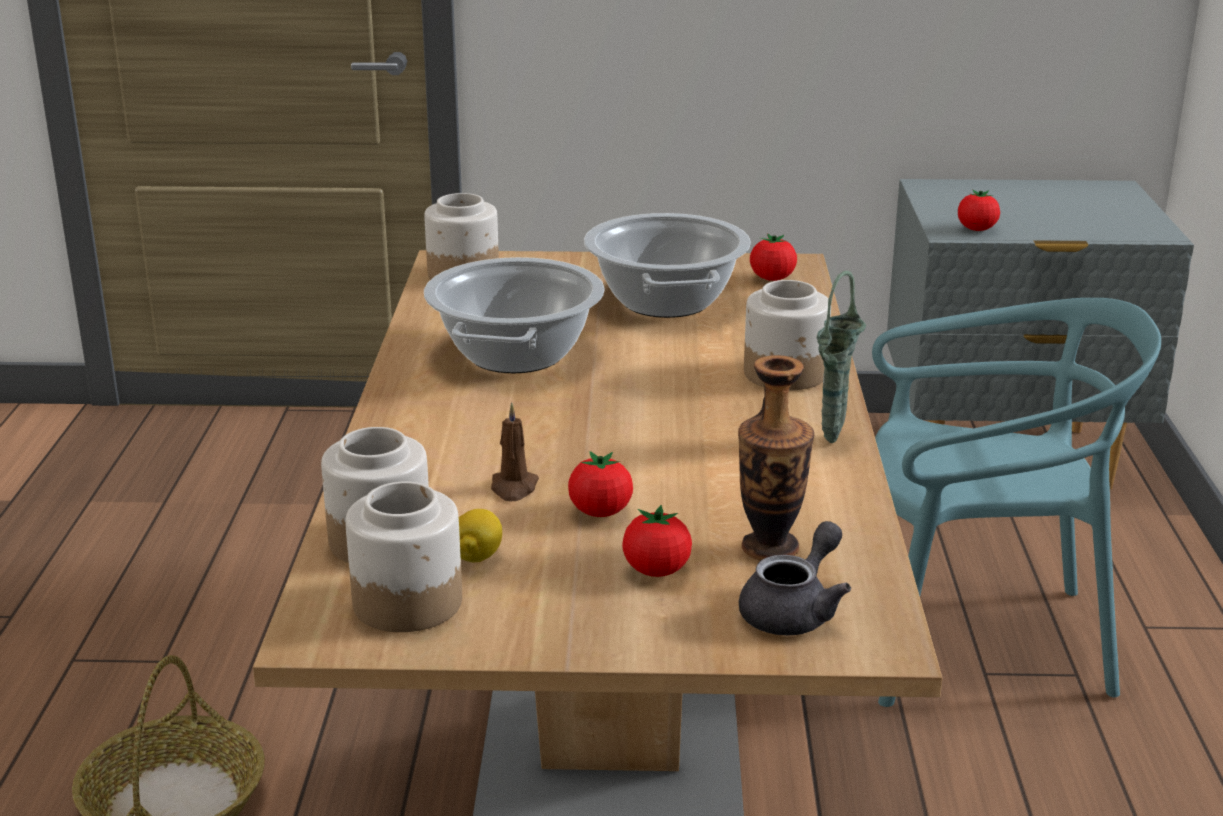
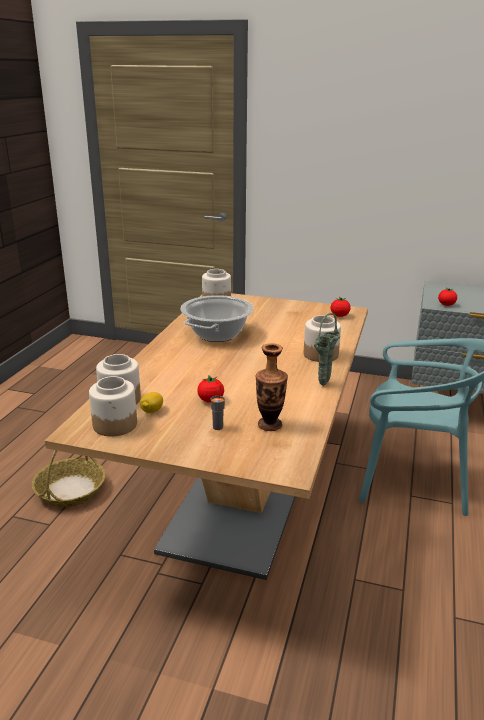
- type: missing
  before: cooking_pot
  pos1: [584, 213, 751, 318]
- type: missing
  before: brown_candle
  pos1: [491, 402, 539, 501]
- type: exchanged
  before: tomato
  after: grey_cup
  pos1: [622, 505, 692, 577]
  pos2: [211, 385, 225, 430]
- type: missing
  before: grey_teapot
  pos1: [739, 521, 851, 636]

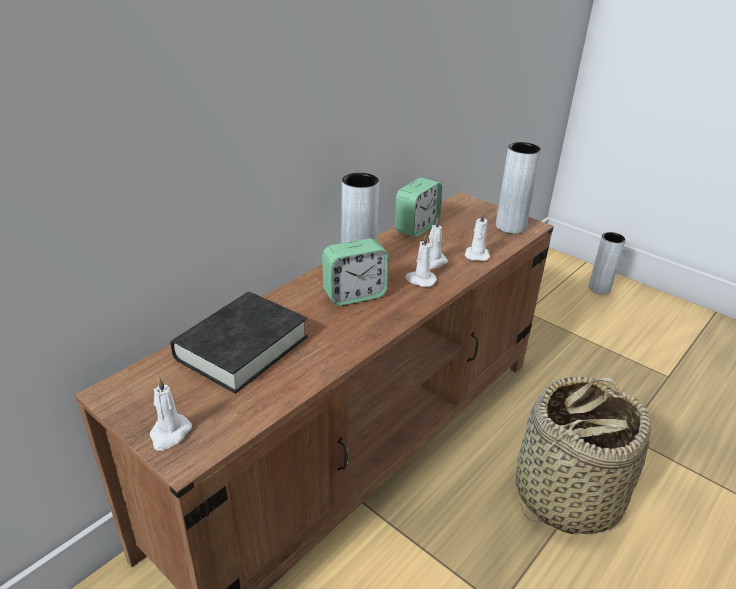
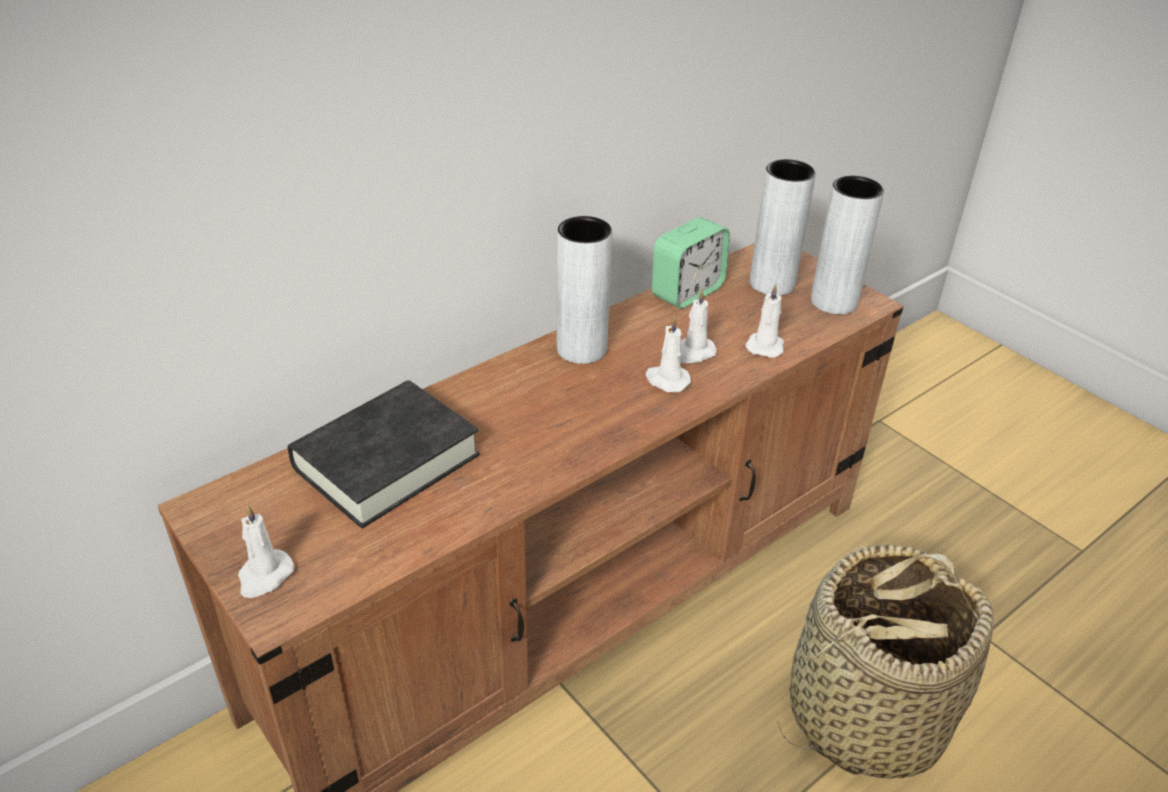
- type: relocated
  before: grey_vase
  pos1: [588, 232, 626, 294]
  pos2: [750, 159, 816, 295]
- type: missing
  before: alarm_clock
  pos1: [322, 238, 389, 306]

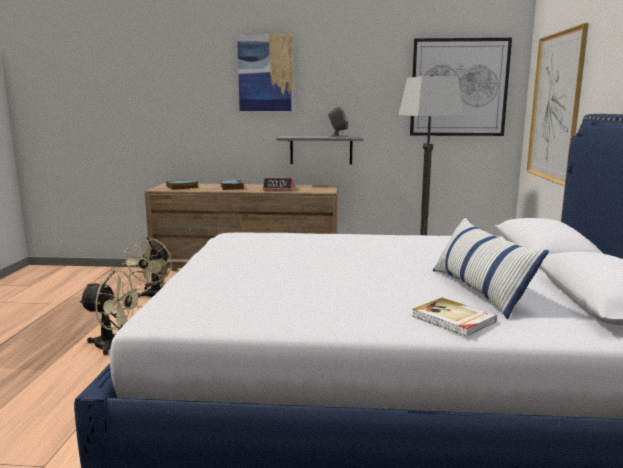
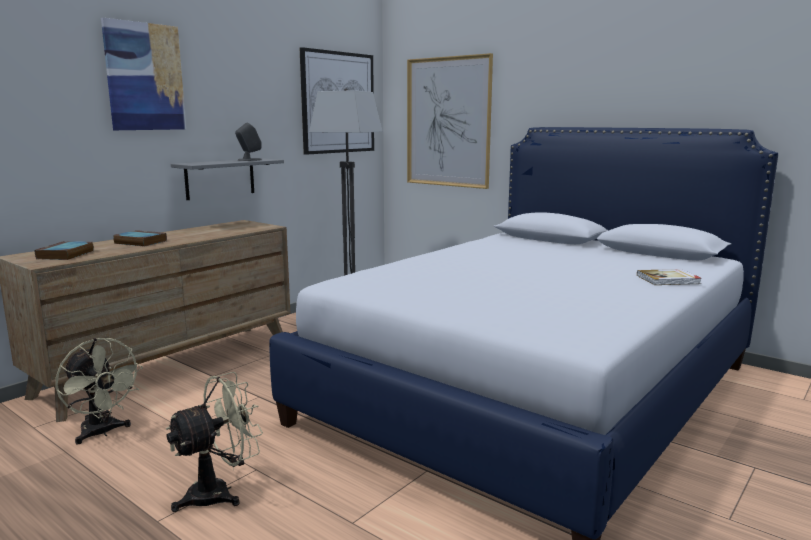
- type: missing
  before: alarm_clock
  pos1: [263, 178, 295, 191]
- type: missing
  before: pillow
  pos1: [433, 217, 549, 319]

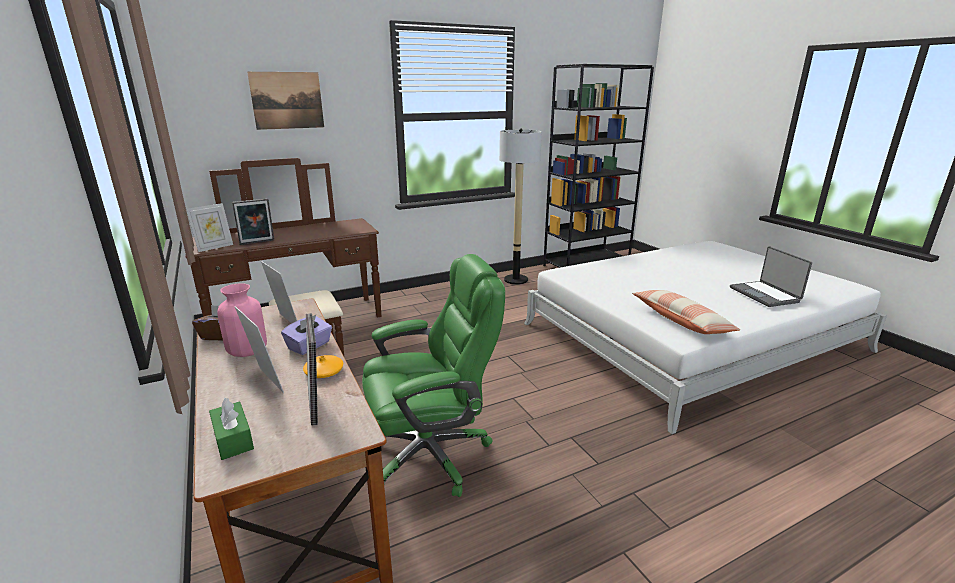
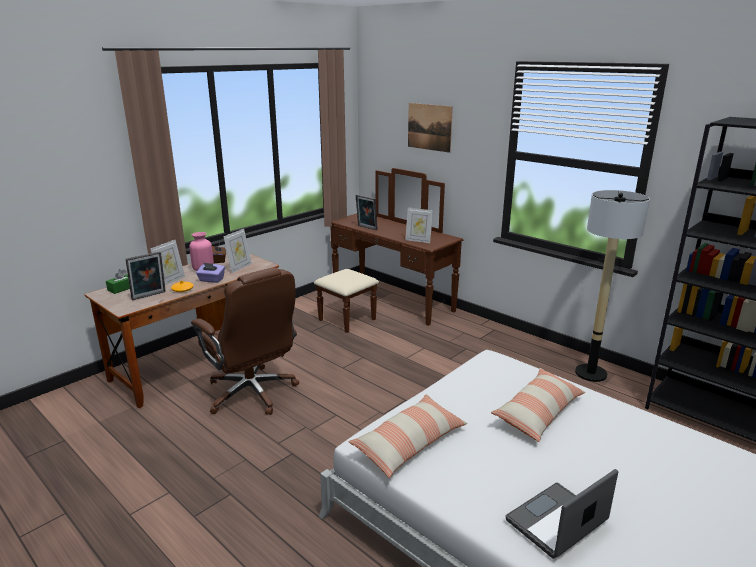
- type: relocated
  before: picture_frame
  pos1: [186, 203, 233, 252]
  pos2: [405, 208, 433, 243]
- type: colour
  before: green_office_chair
  after: brown_office_chair
  pos1: [362, 254, 505, 497]
  pos2: [191, 267, 299, 415]
- type: appeared
  after: pillow
  pos2: [491, 368, 585, 442]

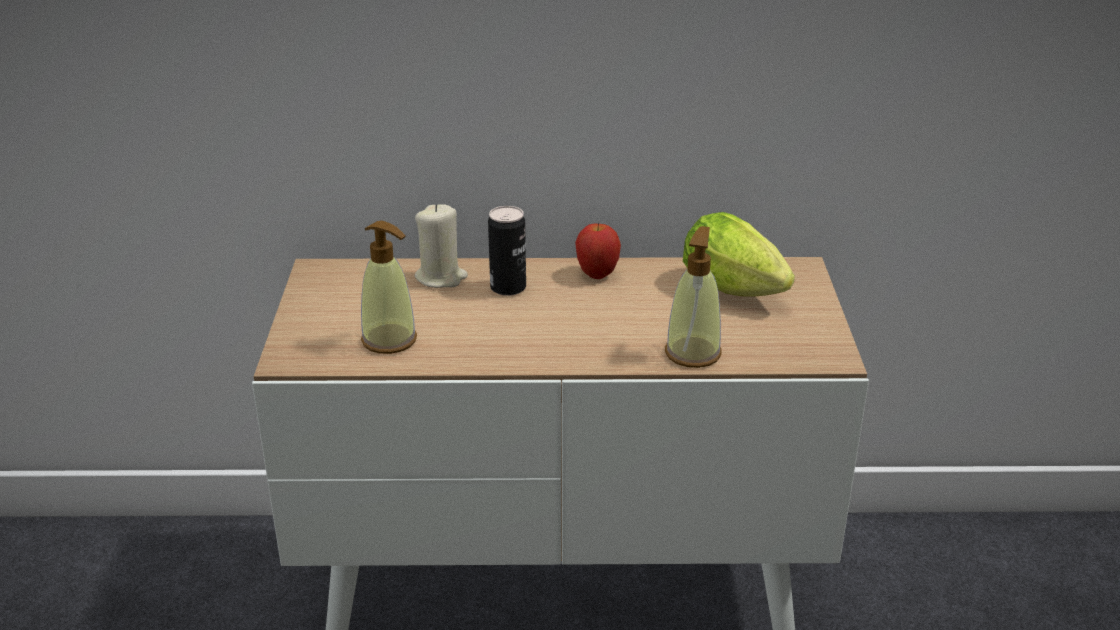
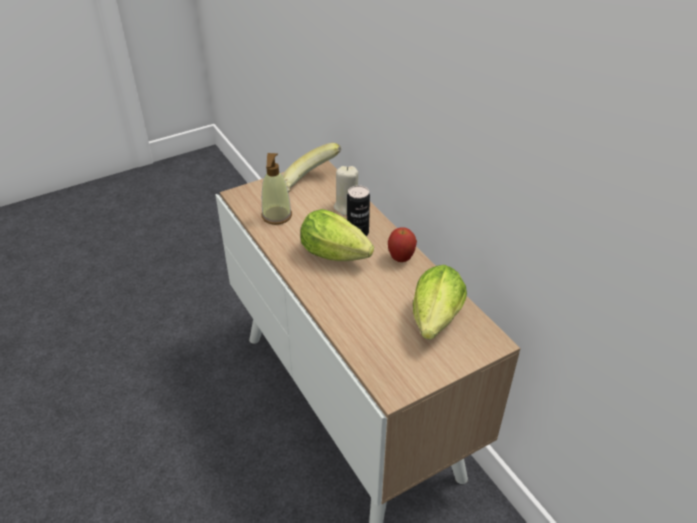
- type: missing
  before: soap_dispenser
  pos1: [665, 226, 722, 368]
- type: appeared
  after: banana
  pos2: [282, 143, 341, 193]
- type: appeared
  after: lettuce
  pos2: [300, 209, 374, 261]

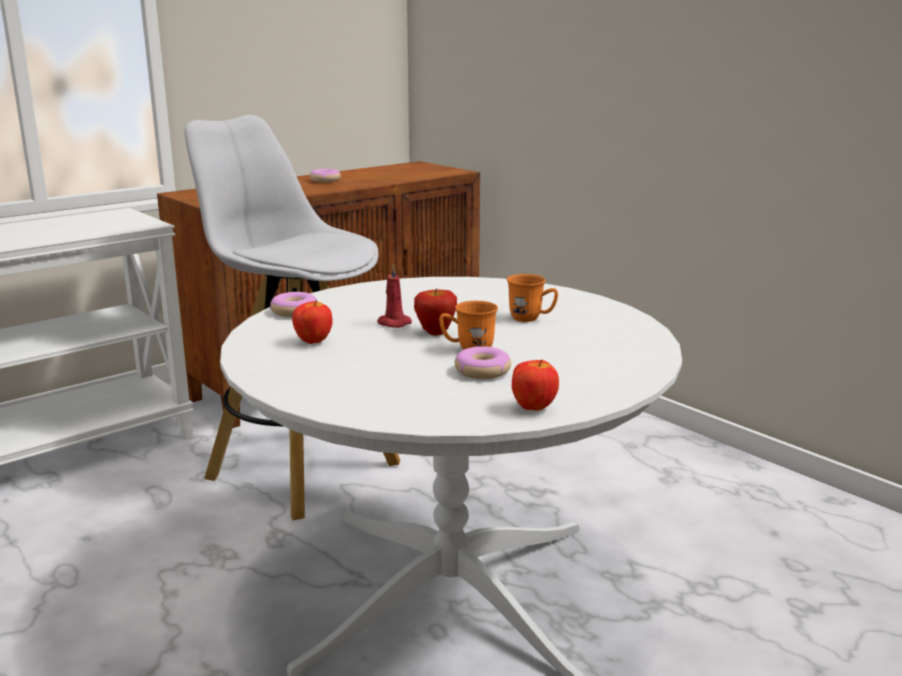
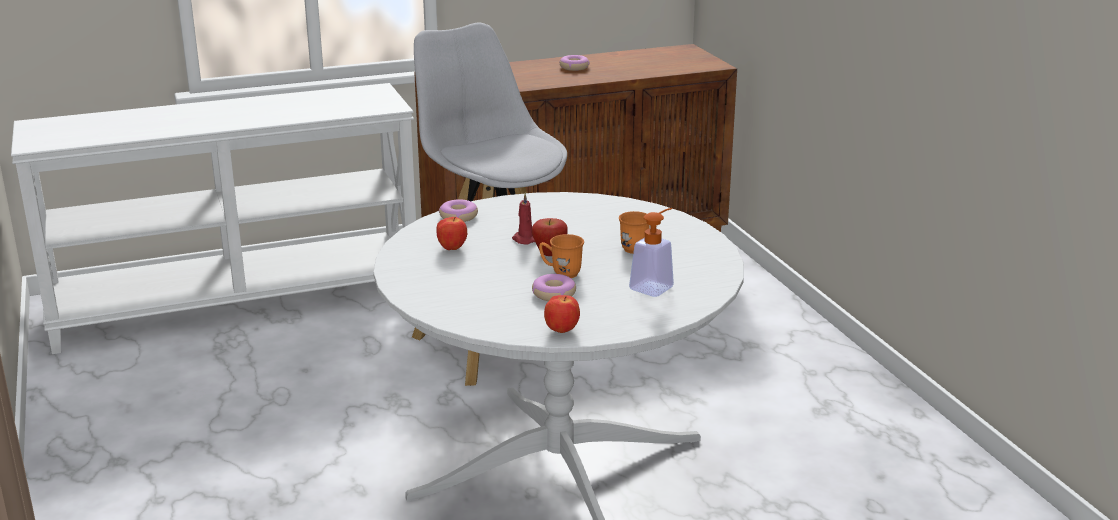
- type: appeared
  after: soap_dispenser
  pos2: [629, 208, 674, 297]

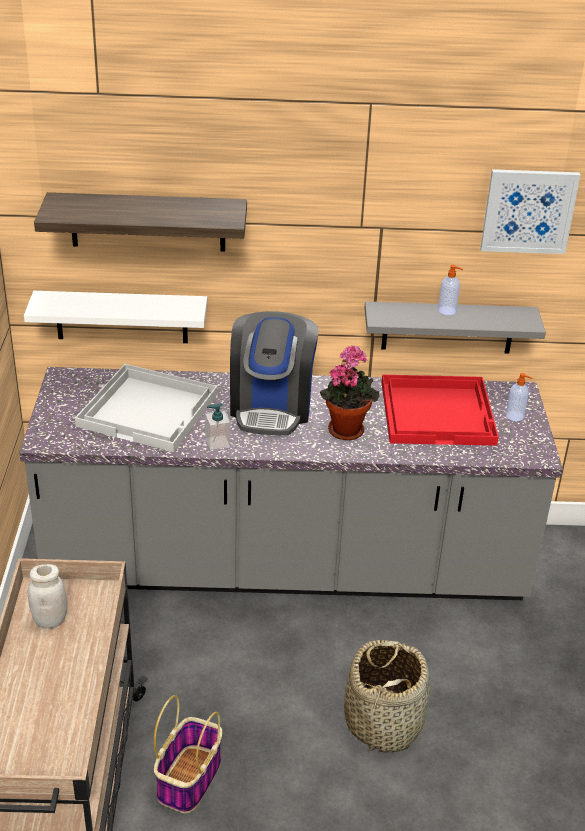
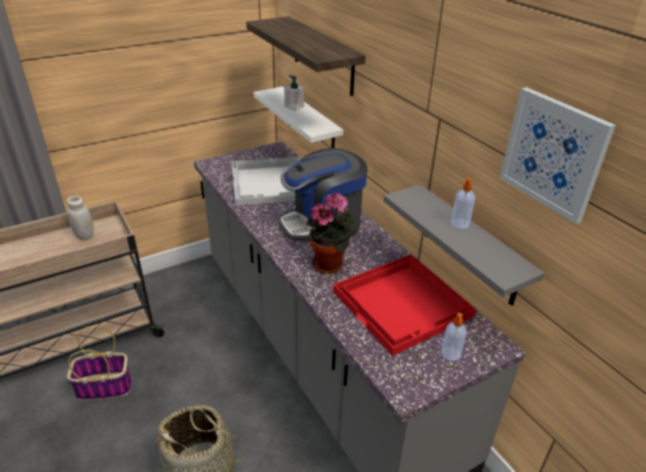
- type: relocated
  before: soap_dispenser
  pos1: [205, 403, 231, 450]
  pos2: [284, 75, 304, 111]

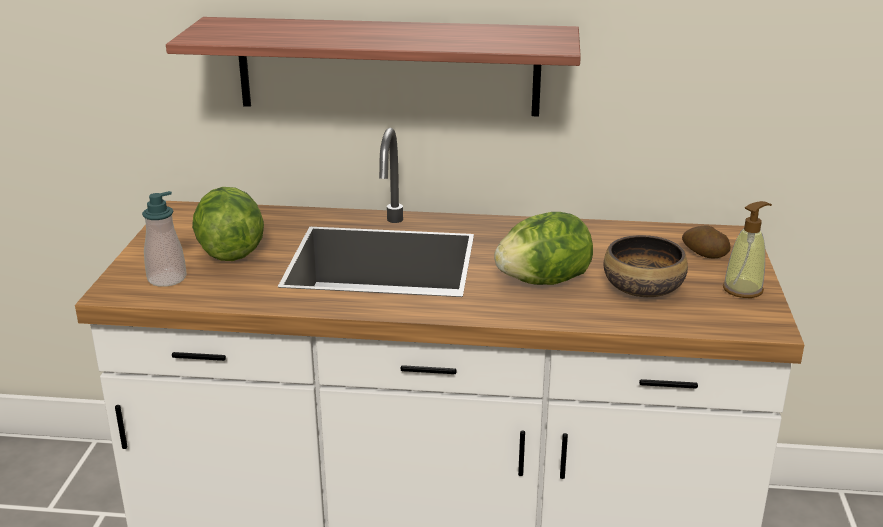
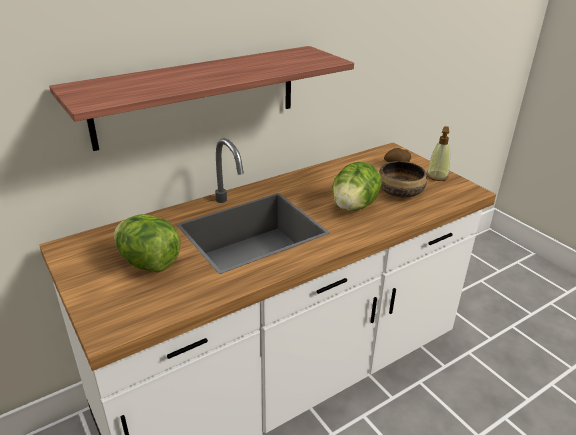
- type: missing
  before: soap_dispenser
  pos1: [142, 191, 187, 287]

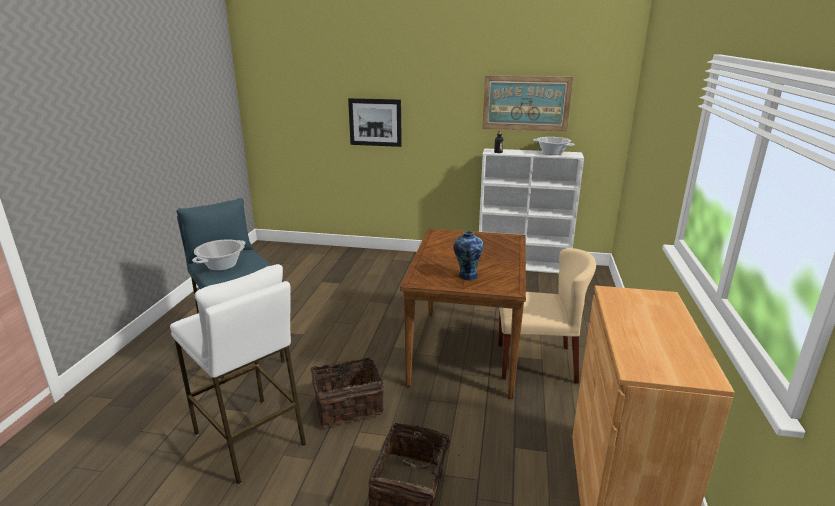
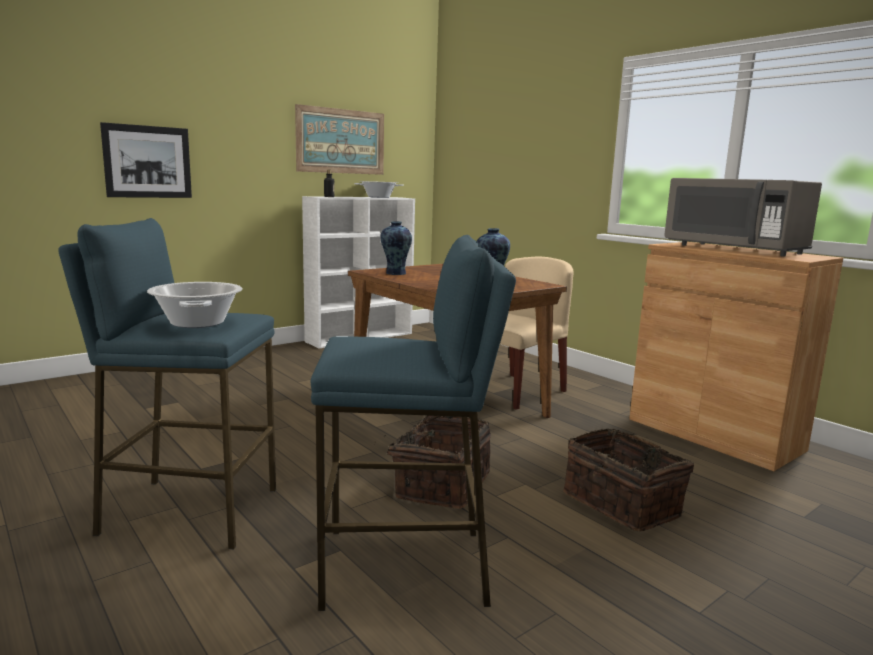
- type: colour
  before: white_stool
  after: blue_stool
  pos1: [170, 264, 306, 485]
  pos2: [310, 235, 516, 611]
- type: appeared
  after: grey_microwave
  pos2: [664, 178, 822, 257]
- type: appeared
  after: vase
  pos2: [380, 221, 412, 275]

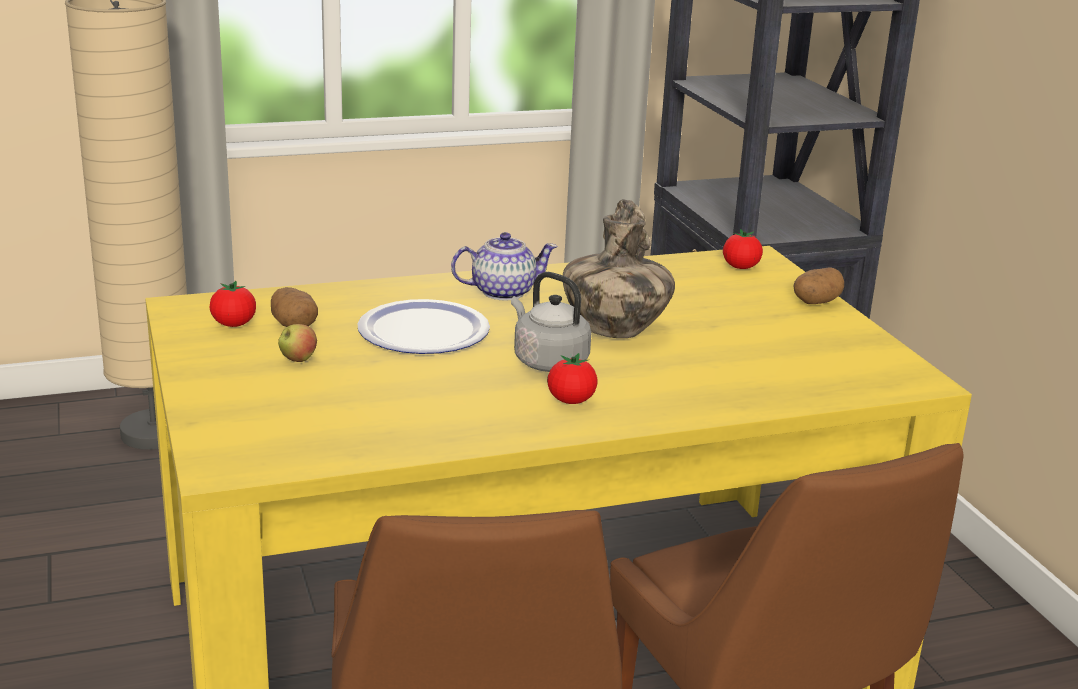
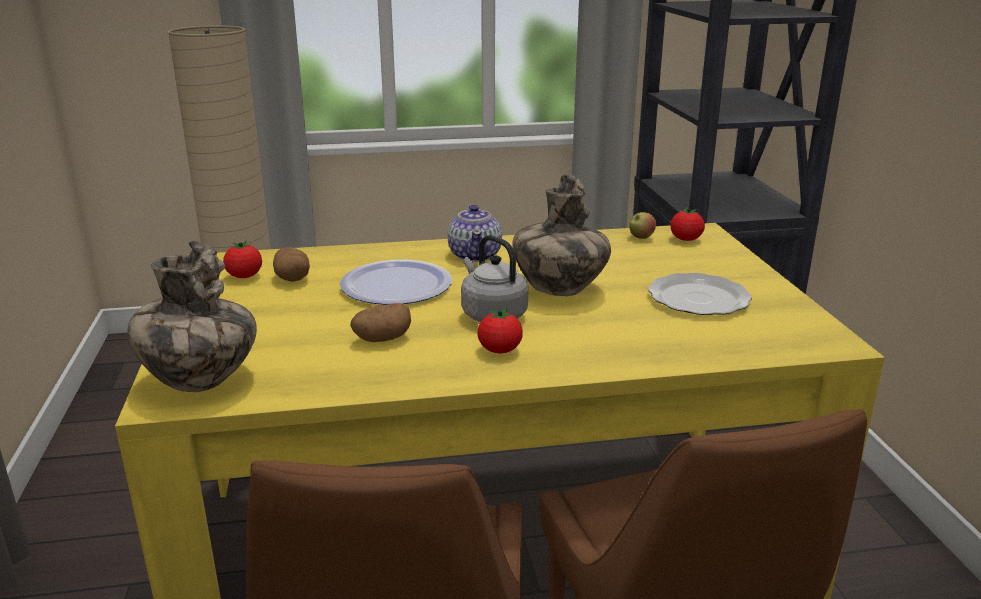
- type: spun
  before: teapot
  pos1: [451, 232, 558, 301]
  pos2: [447, 205, 502, 262]
  turn: 90
- type: relocated
  before: potato
  pos1: [793, 267, 844, 304]
  pos2: [350, 303, 411, 342]
- type: relocated
  before: apple
  pos1: [278, 324, 317, 362]
  pos2: [629, 212, 656, 239]
- type: appeared
  after: vase
  pos2: [128, 241, 257, 392]
- type: appeared
  after: plate
  pos2: [648, 273, 752, 315]

